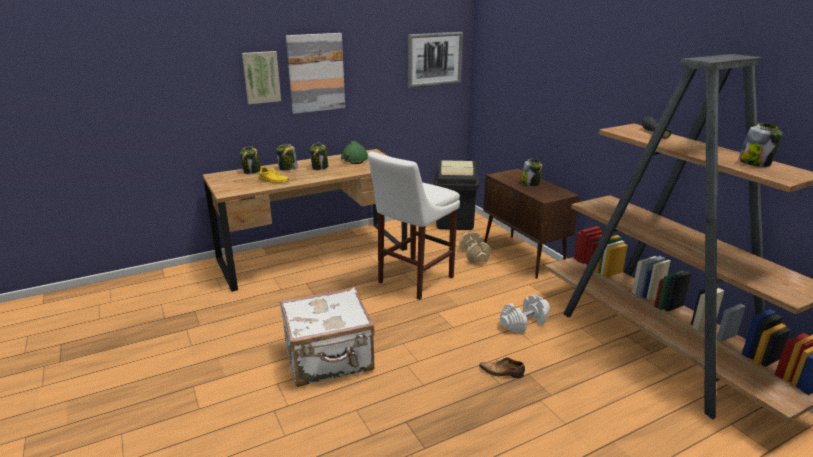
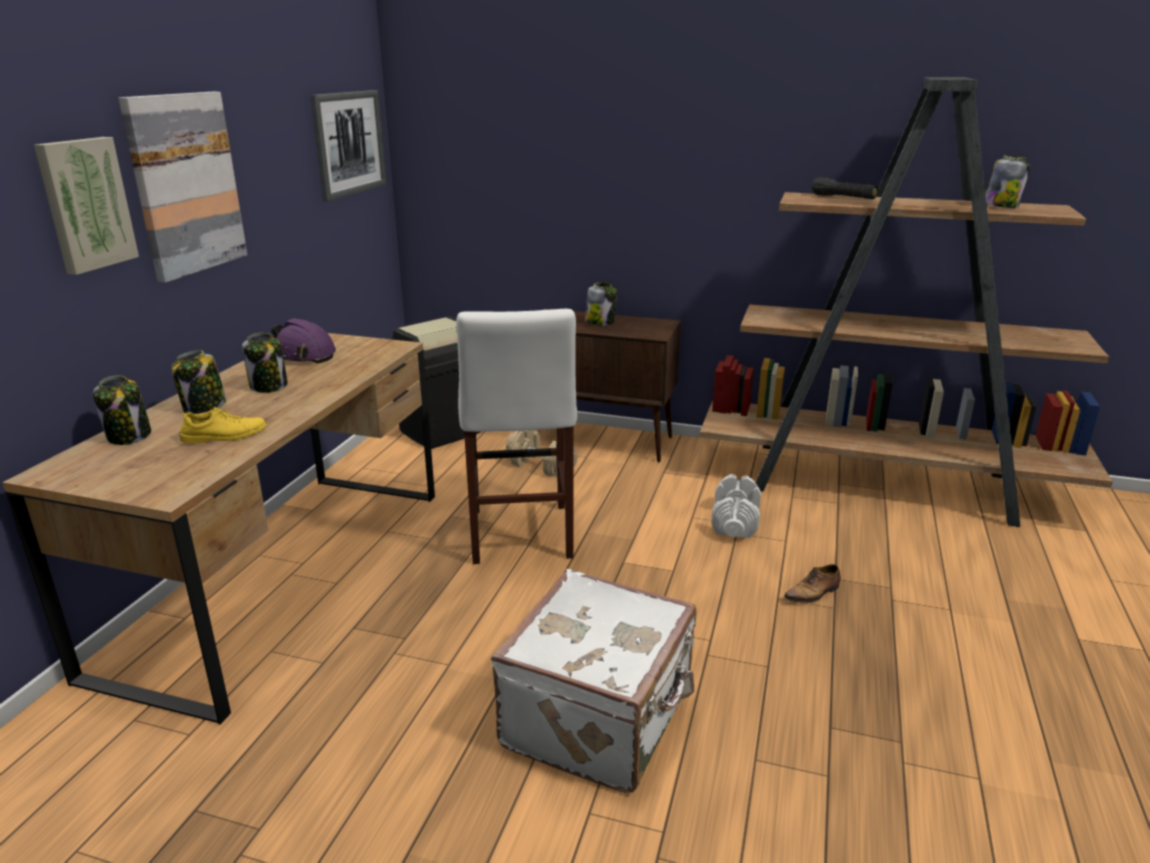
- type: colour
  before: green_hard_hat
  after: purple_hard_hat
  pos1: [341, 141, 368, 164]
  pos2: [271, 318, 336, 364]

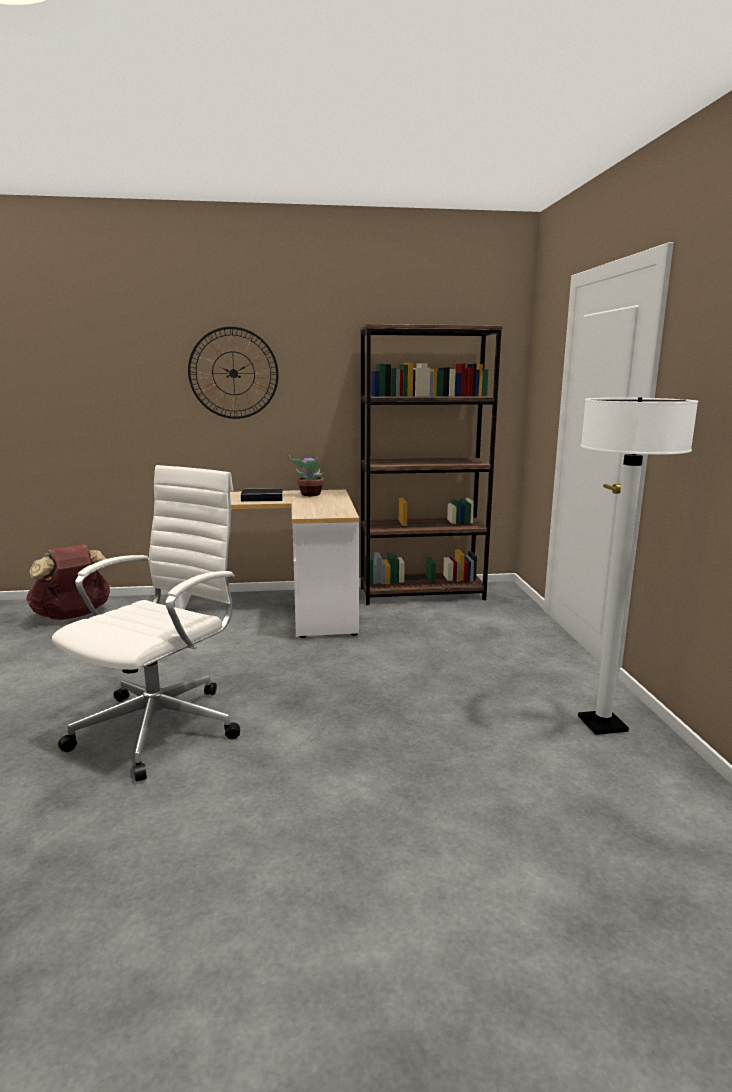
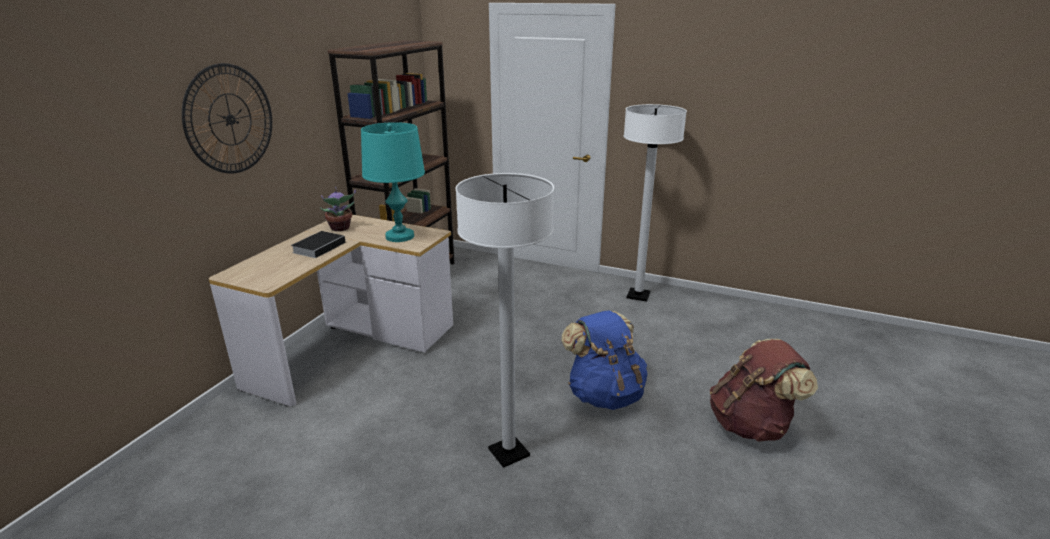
- type: exchanged
  before: white_office_chair
  after: white_floor_lamp
  pos1: [52, 465, 240, 782]
  pos2: [455, 173, 554, 468]
- type: relocated
  before: brown_backpack
  pos1: [26, 545, 111, 620]
  pos2: [710, 339, 818, 442]
- type: appeared
  after: turquoise_table_lamp
  pos2: [361, 122, 425, 242]
- type: appeared
  after: blue_backpack
  pos2: [561, 310, 647, 410]

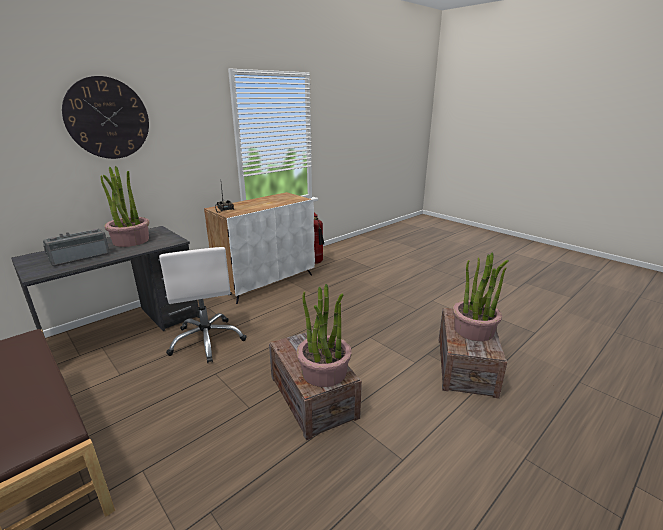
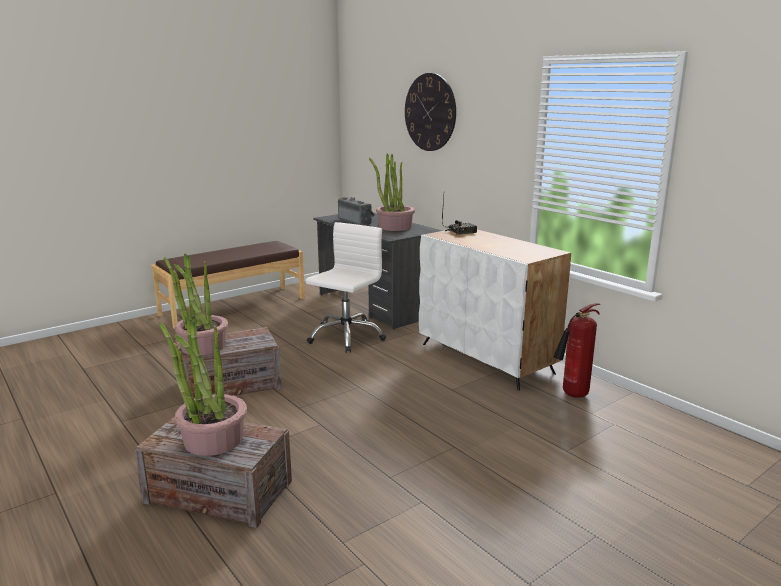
- type: spun
  before: white_office_chair
  pos1: [159, 247, 247, 363]
  pos2: [306, 222, 386, 353]
  turn: 135

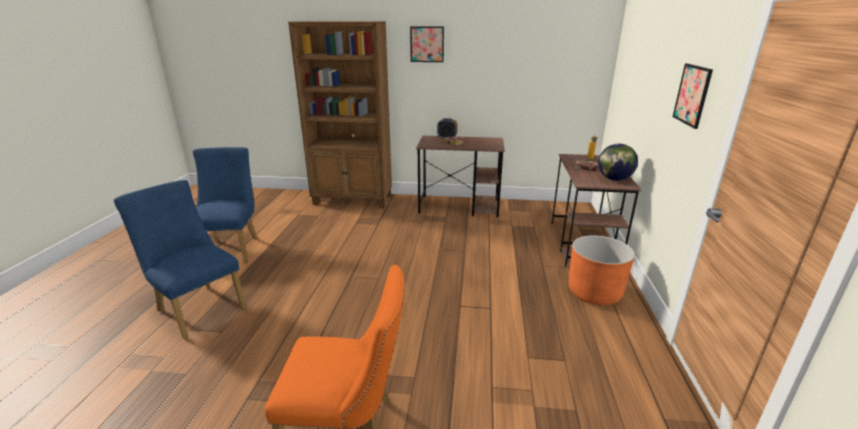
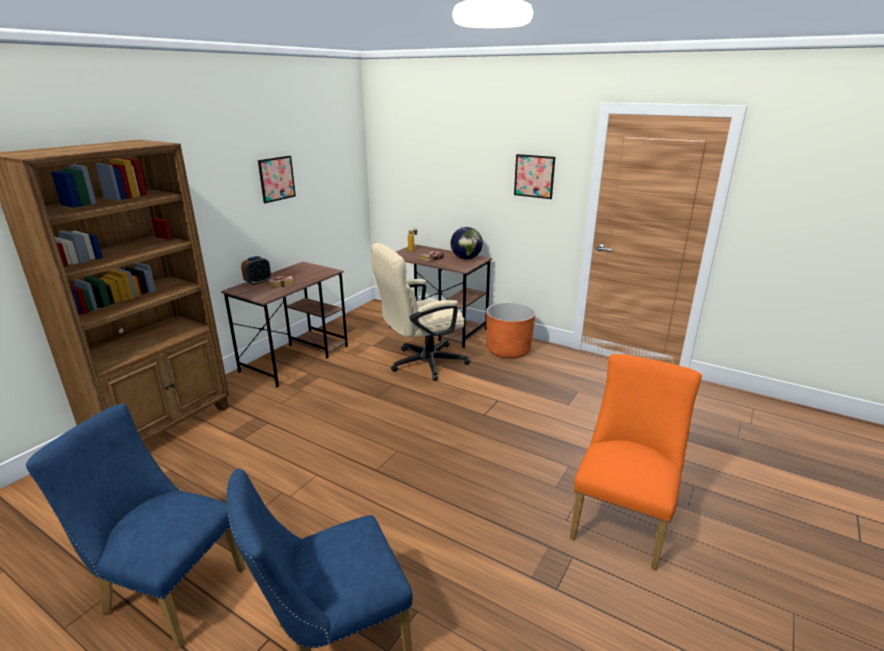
- type: relocated
  before: picture
  pos1: [410, 26, 444, 62]
  pos2: [258, 156, 296, 203]
- type: appeared
  after: beige_office_chair
  pos2: [371, 243, 470, 381]

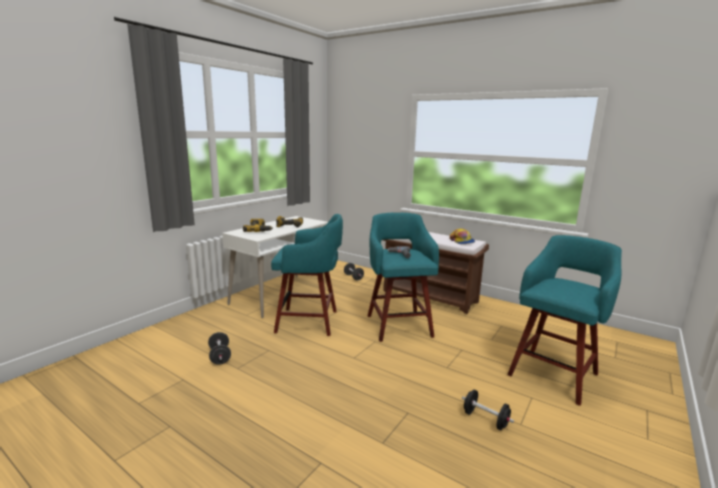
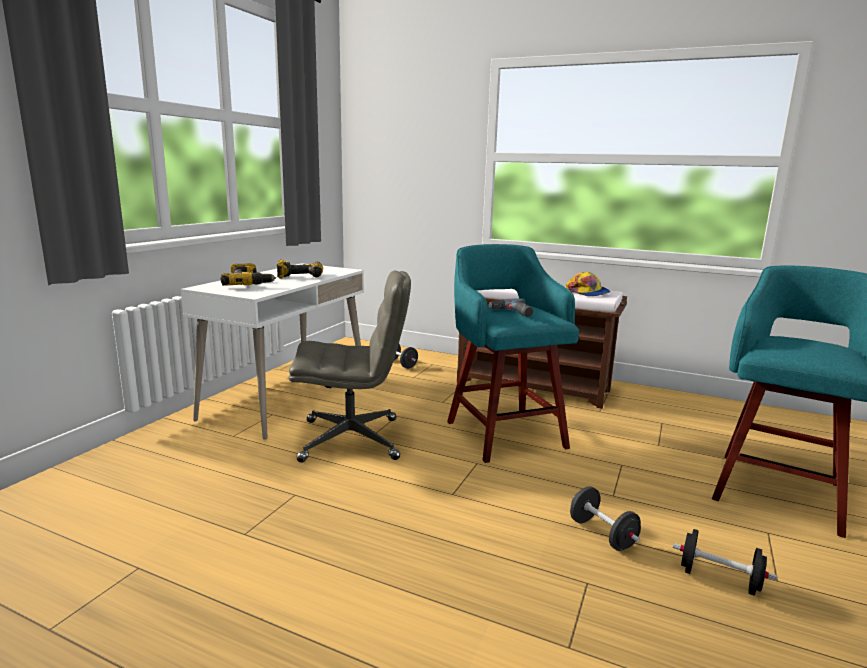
- type: exchanged
  before: turquoise_stool
  after: grey_office_chair
  pos1: [271, 214, 343, 336]
  pos2: [289, 271, 411, 463]
- type: relocated
  before: black_dumbbell
  pos1: [208, 332, 231, 365]
  pos2: [570, 486, 641, 551]

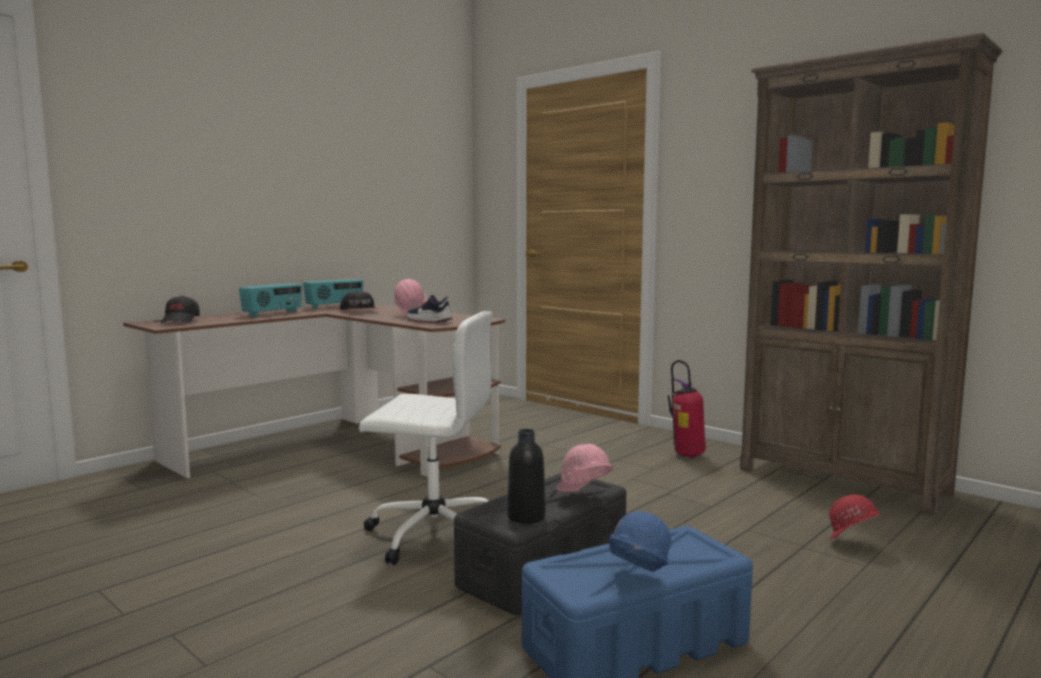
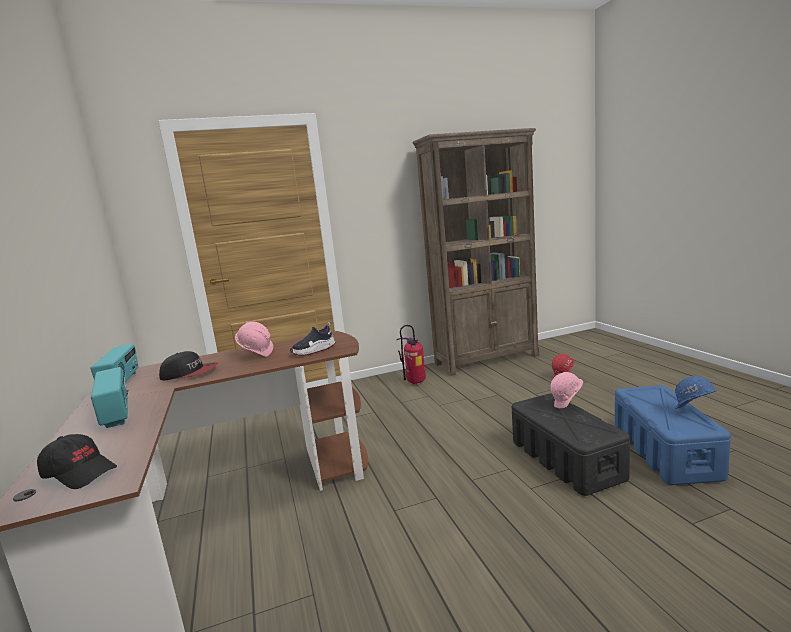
- type: missing
  before: white_office_chair
  pos1: [359, 311, 492, 565]
- type: missing
  before: black_bottle
  pos1: [507, 429, 546, 524]

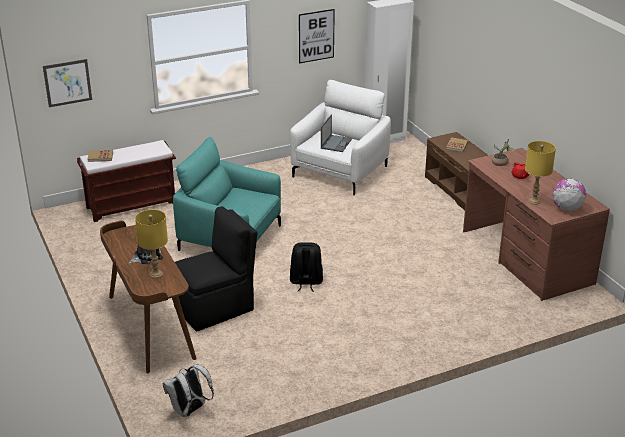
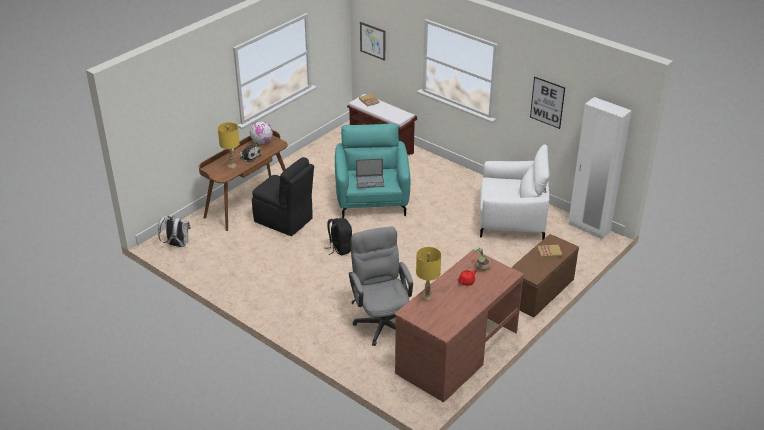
- type: relocated
  before: laptop
  pos1: [321, 114, 352, 152]
  pos2: [356, 158, 385, 188]
- type: relocated
  before: globe
  pos1: [553, 178, 586, 211]
  pos2: [250, 121, 273, 144]
- type: appeared
  after: grey_office_chair
  pos2: [349, 226, 413, 346]

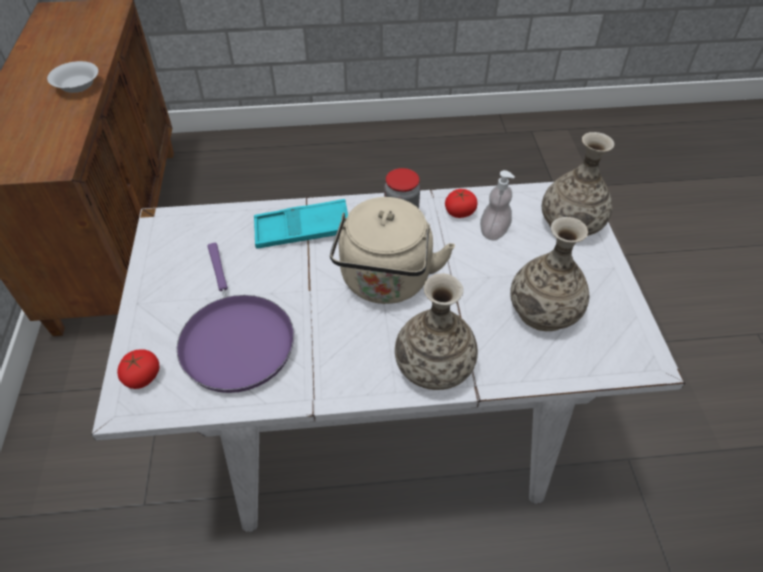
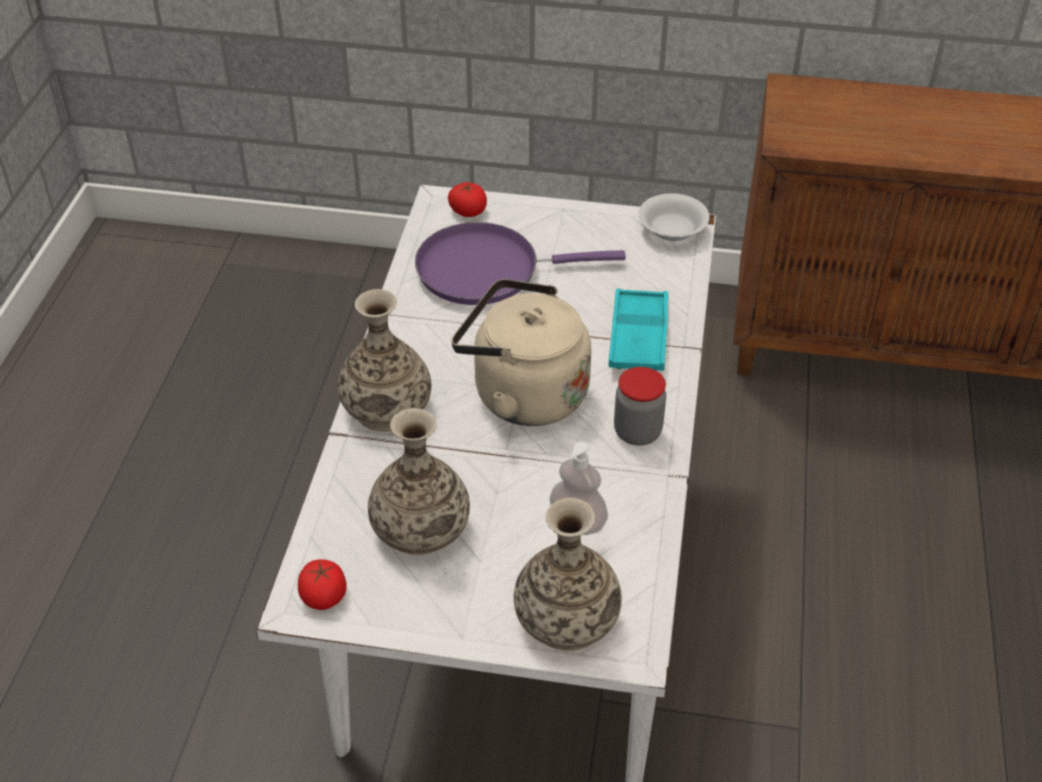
- type: relocated
  before: white_bowl
  pos1: [47, 61, 98, 93]
  pos2: [639, 193, 709, 241]
- type: relocated
  before: tomato
  pos1: [445, 189, 477, 218]
  pos2: [298, 559, 347, 610]

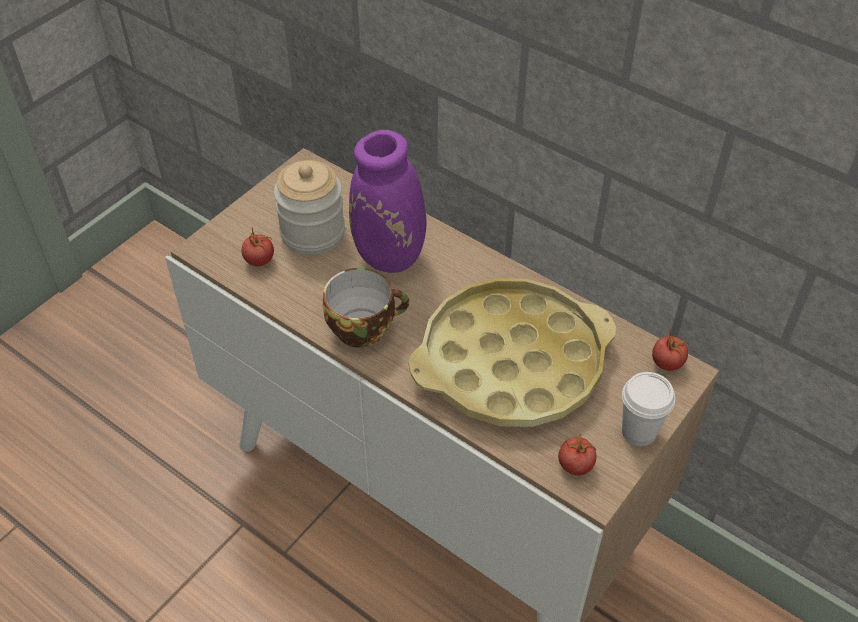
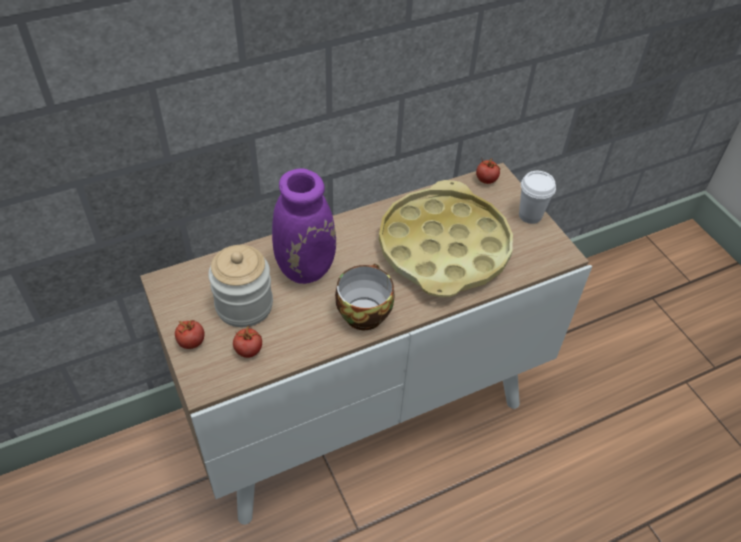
- type: relocated
  before: tomato
  pos1: [558, 434, 597, 476]
  pos2: [175, 320, 205, 349]

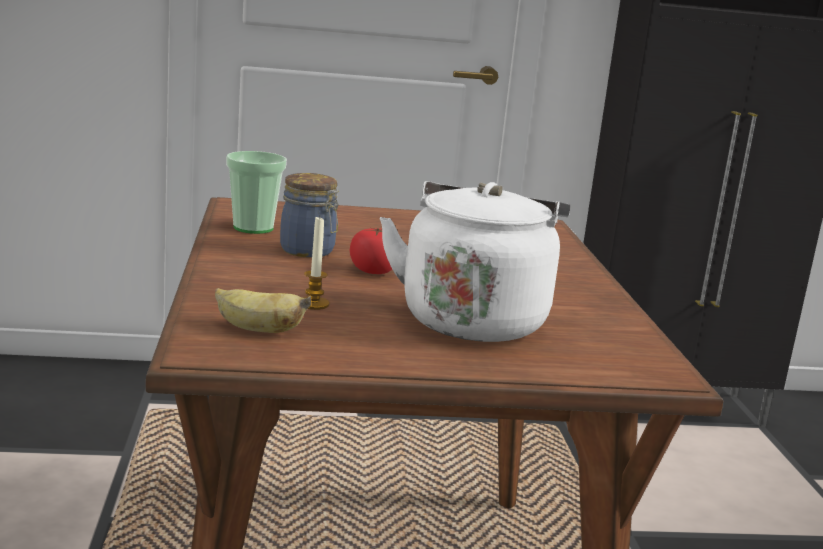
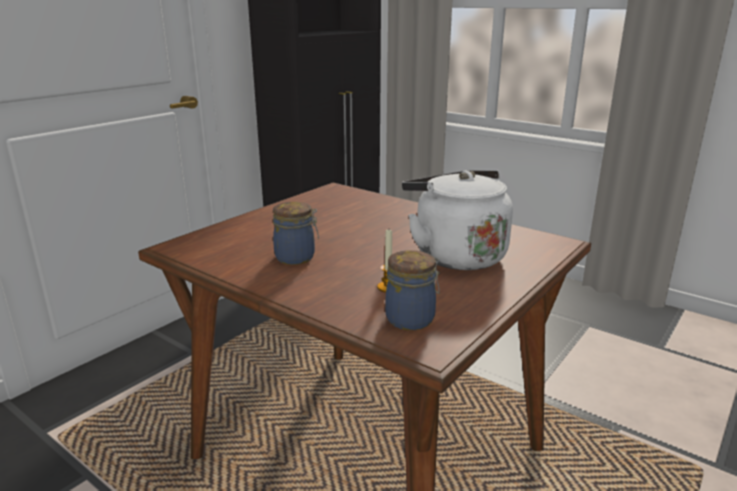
- type: missing
  before: cup
  pos1: [226, 151, 287, 234]
- type: missing
  before: tomato
  pos1: [350, 228, 392, 274]
- type: exchanged
  before: banana
  after: jar
  pos1: [215, 288, 311, 333]
  pos2: [385, 250, 440, 330]

